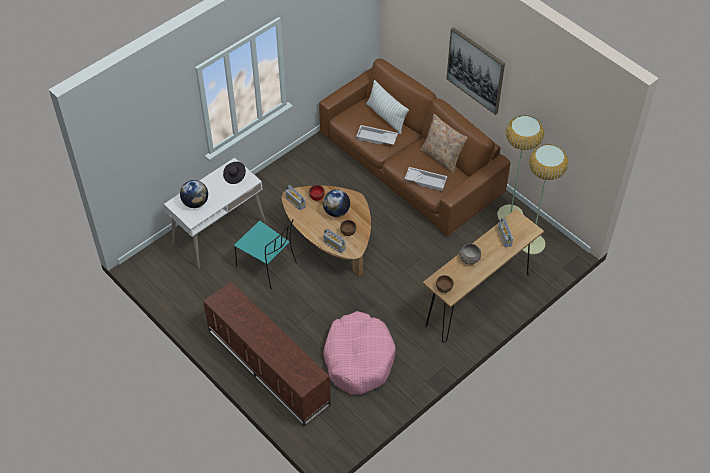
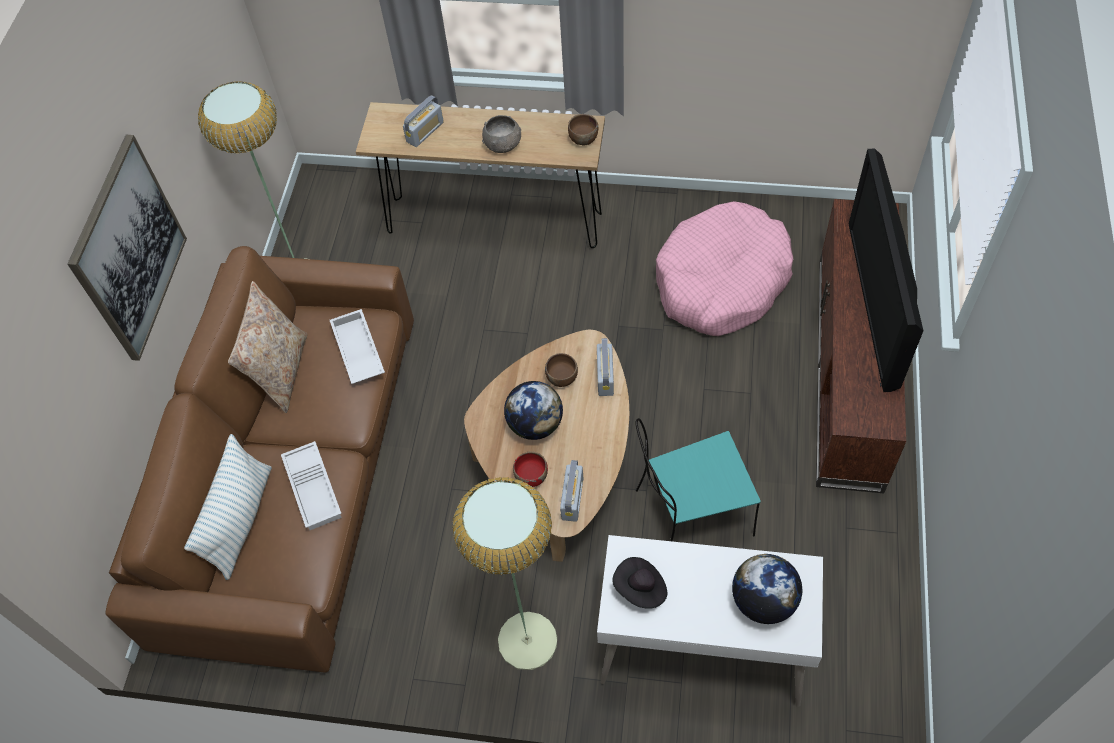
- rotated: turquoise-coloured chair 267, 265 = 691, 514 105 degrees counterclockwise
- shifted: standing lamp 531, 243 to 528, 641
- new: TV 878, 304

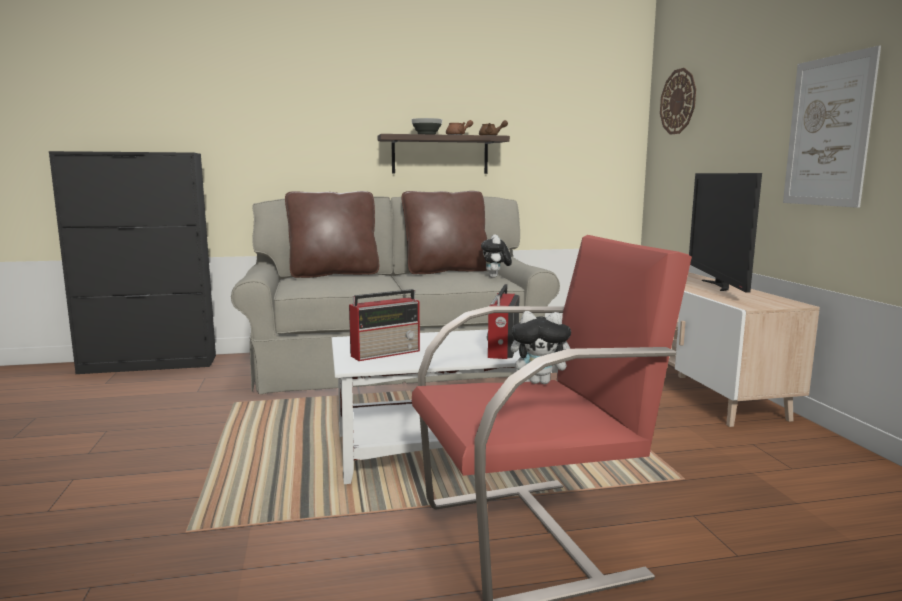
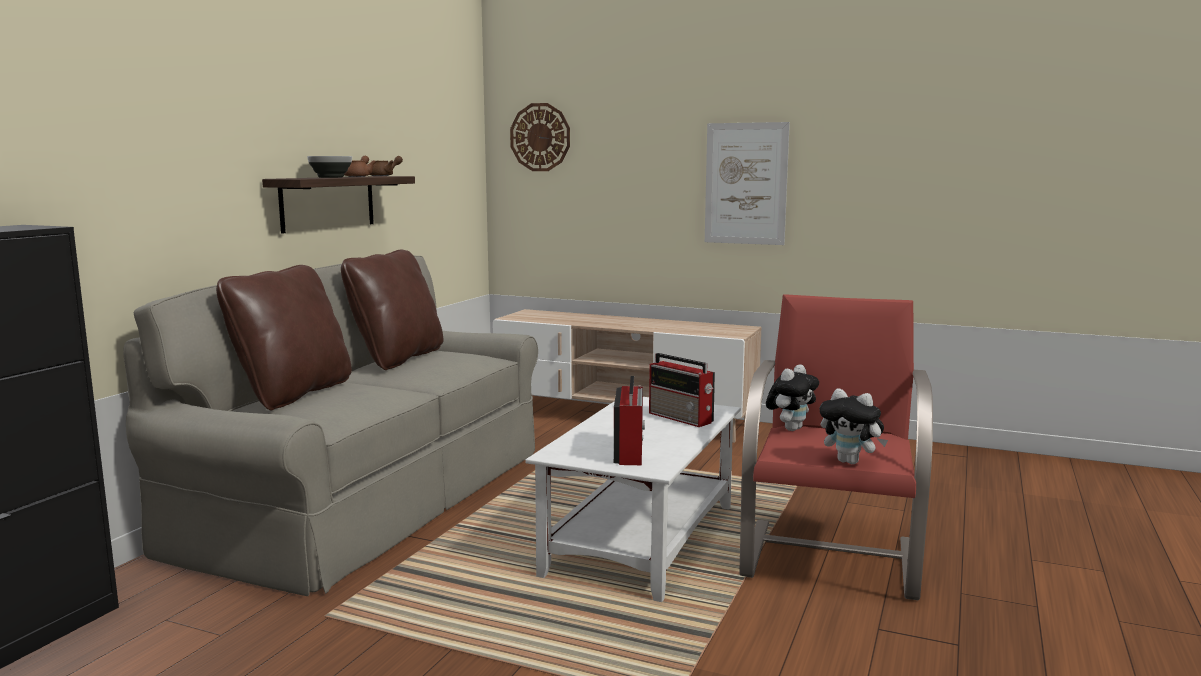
- shifted: plush toy 495, 277 to 851, 462
- gone: TV 717, 286

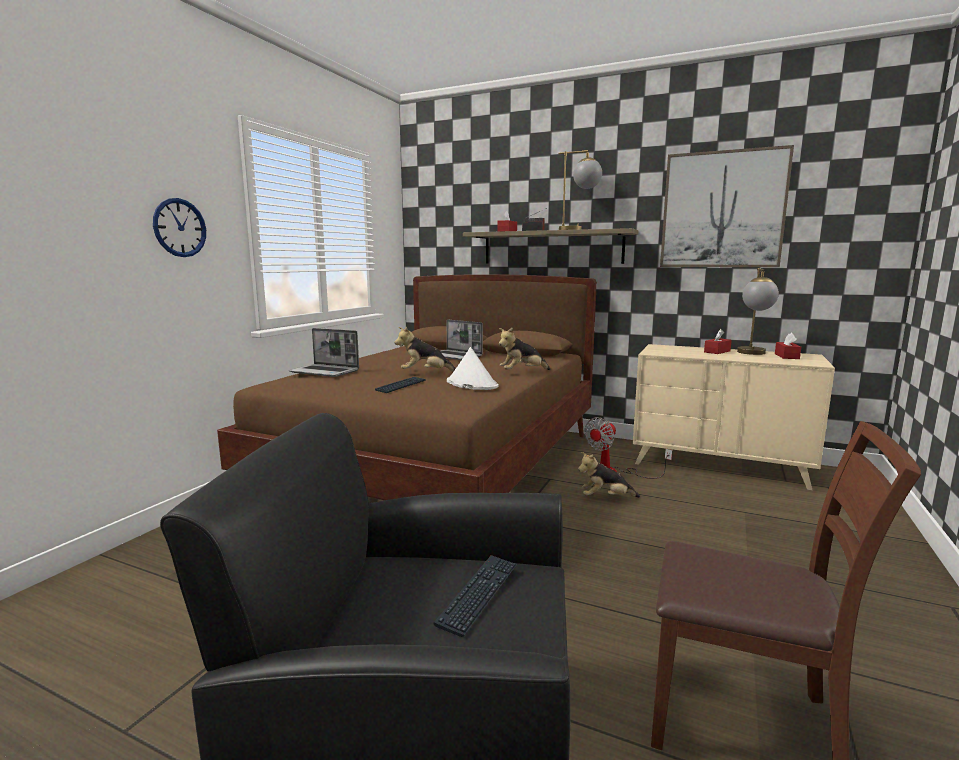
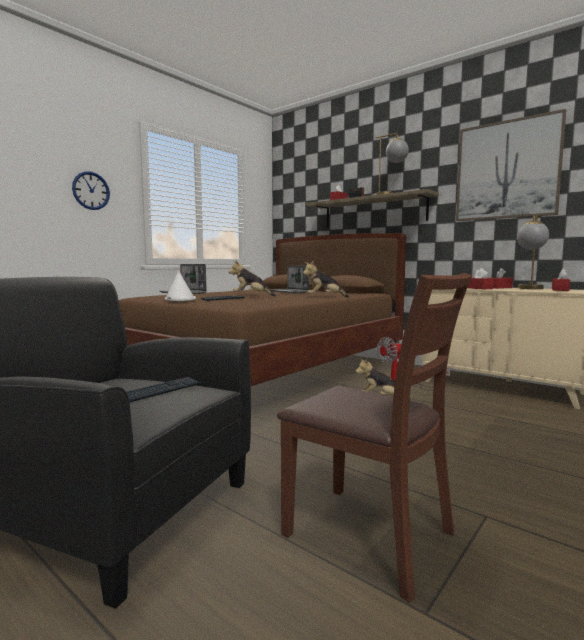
- shifted: white clothing hat 471, 384 to 179, 299
- new: red tissue box 478, 288

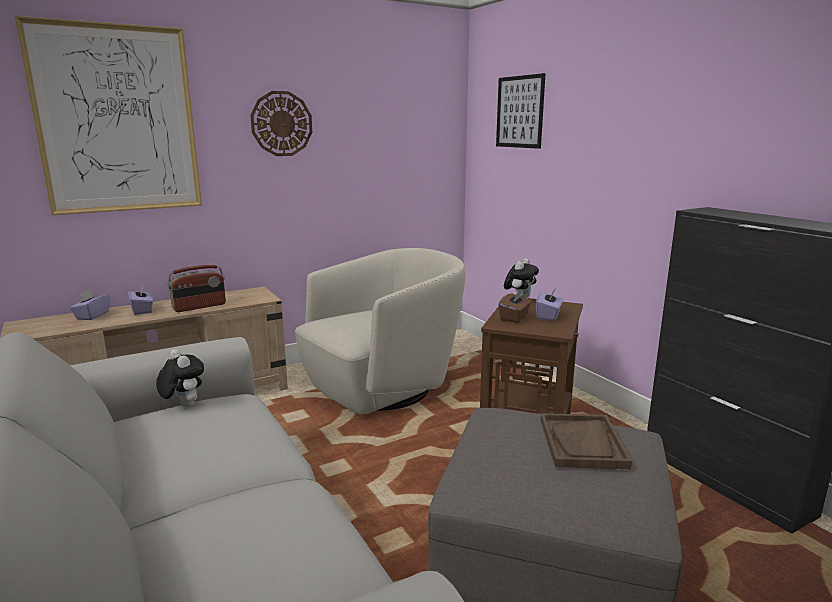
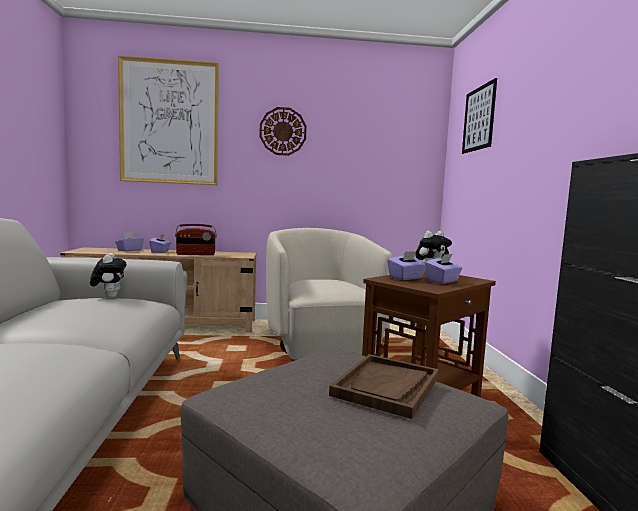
- rotated: beige easy chair 383, 388 = 322, 346 90 degrees counterclockwise
- repainted: brown tissue box 514, 318 to purple-coloured tissue box 406, 278

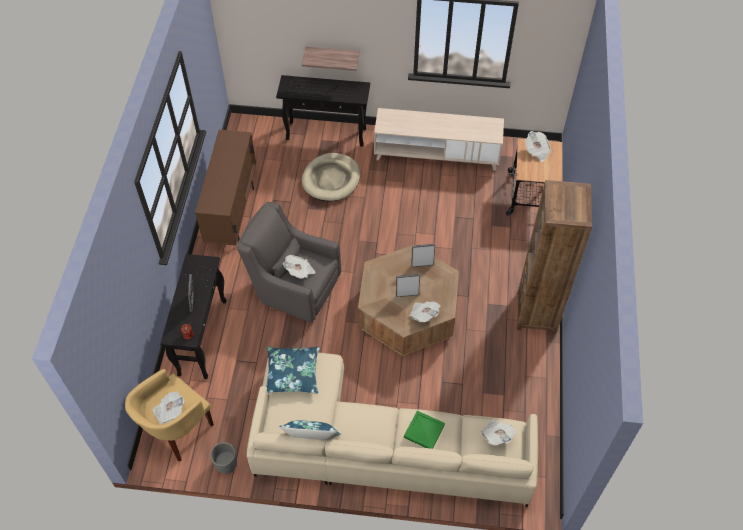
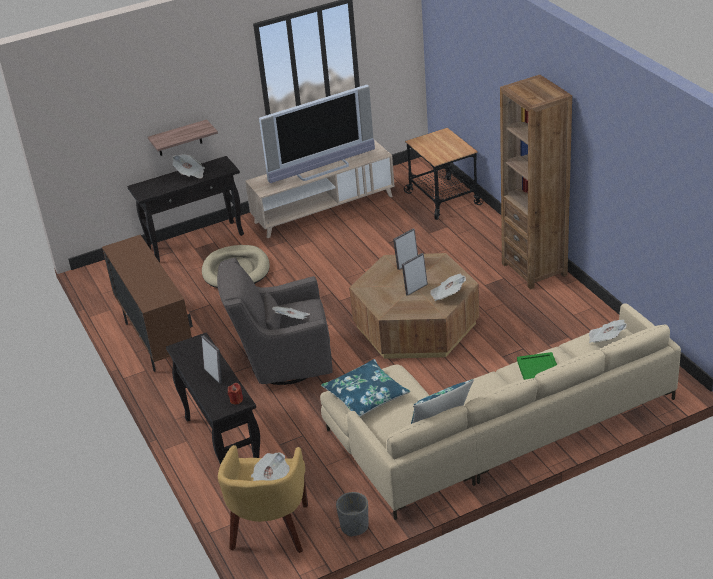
- shifted: printed paper 537, 151 to 190, 174
- new: TV 322, 169

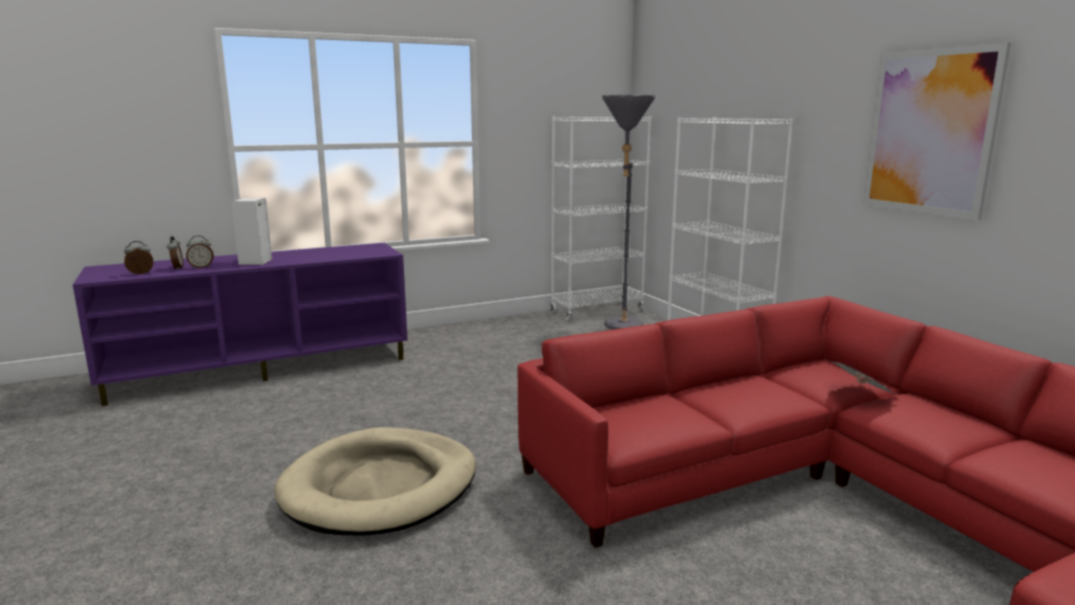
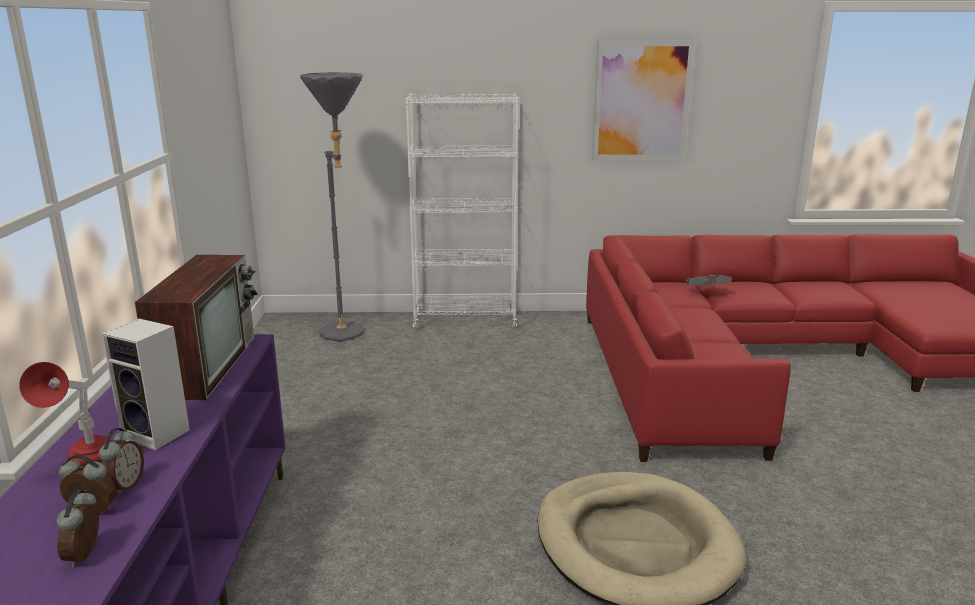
- gone: white bookcase 597, 311
- new: red tabletop lamp 84, 463
- new: TV 207, 365

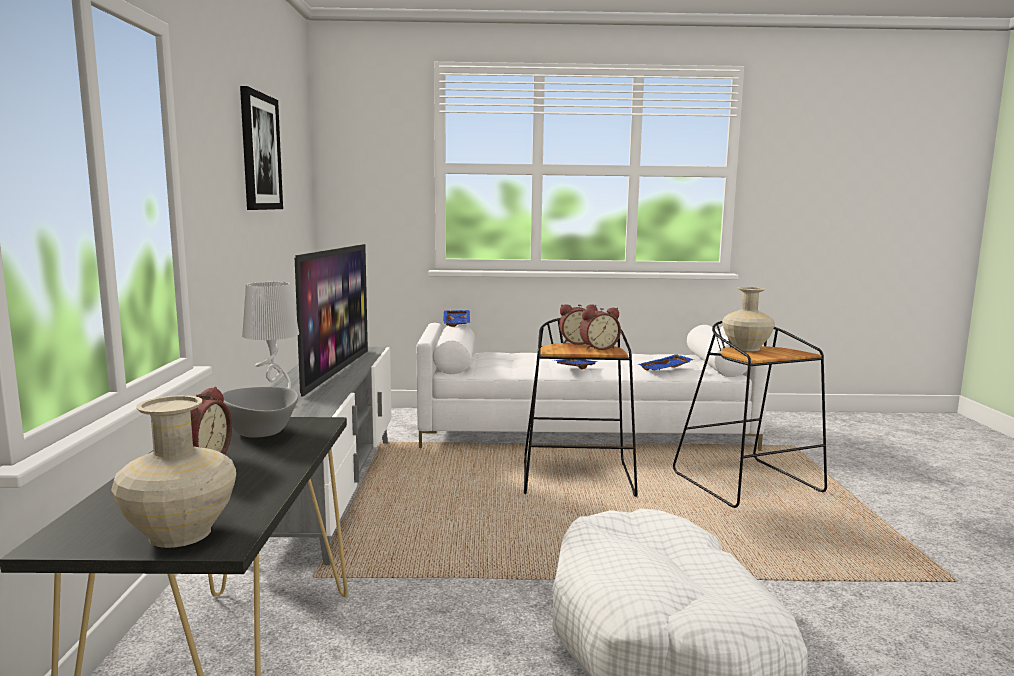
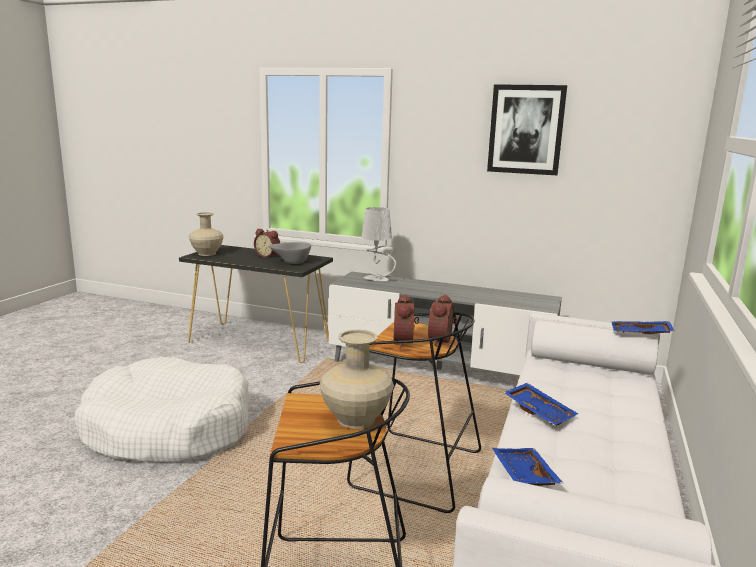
- gone: TV 335, 371

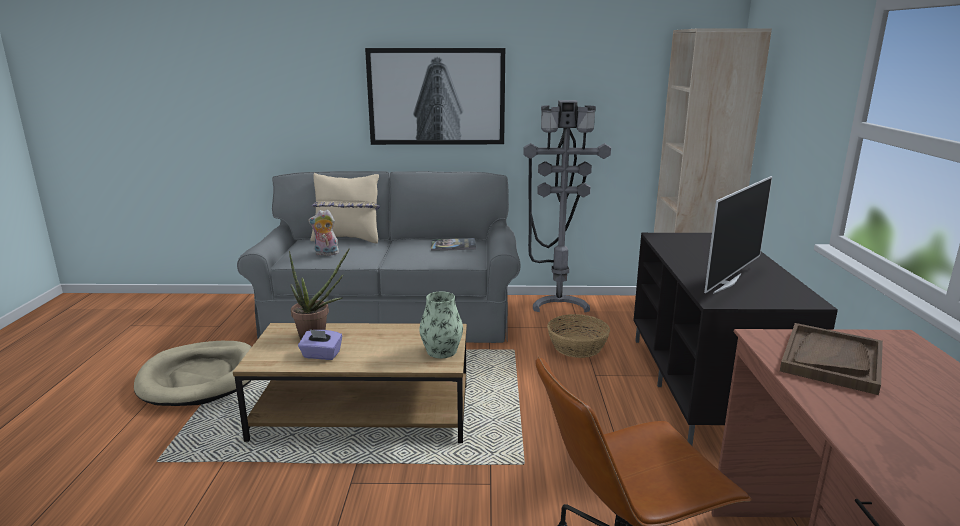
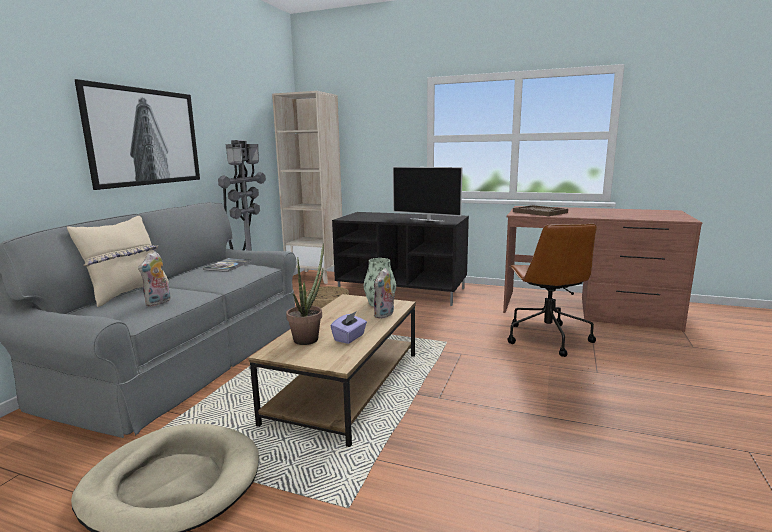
- rotated: TV 726, 283 = 427, 220 150 degrees clockwise
- new: plush toy 384, 315

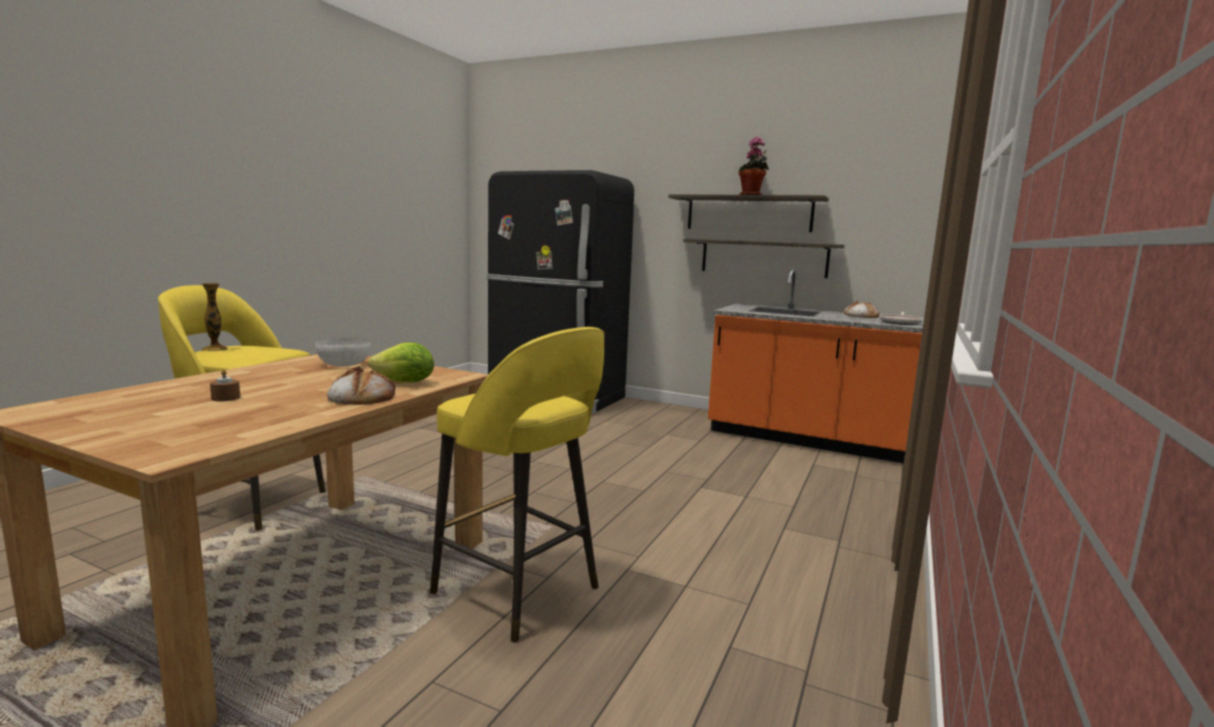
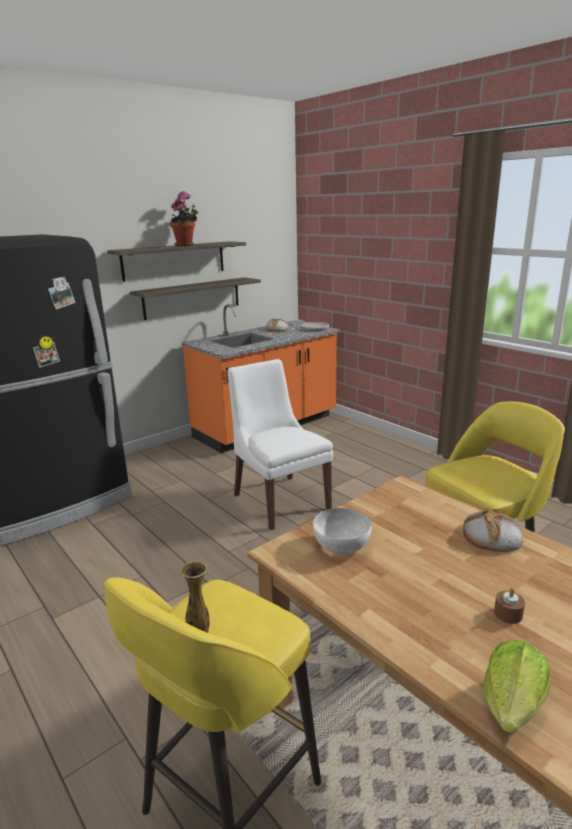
- shifted: lettuce 405, 383 to 512, 705
- new: white chair 279, 500

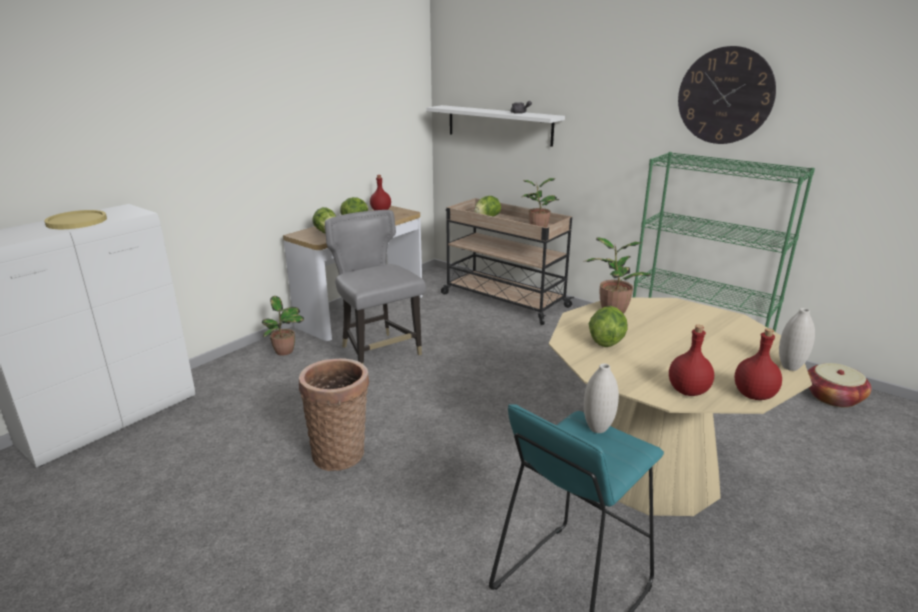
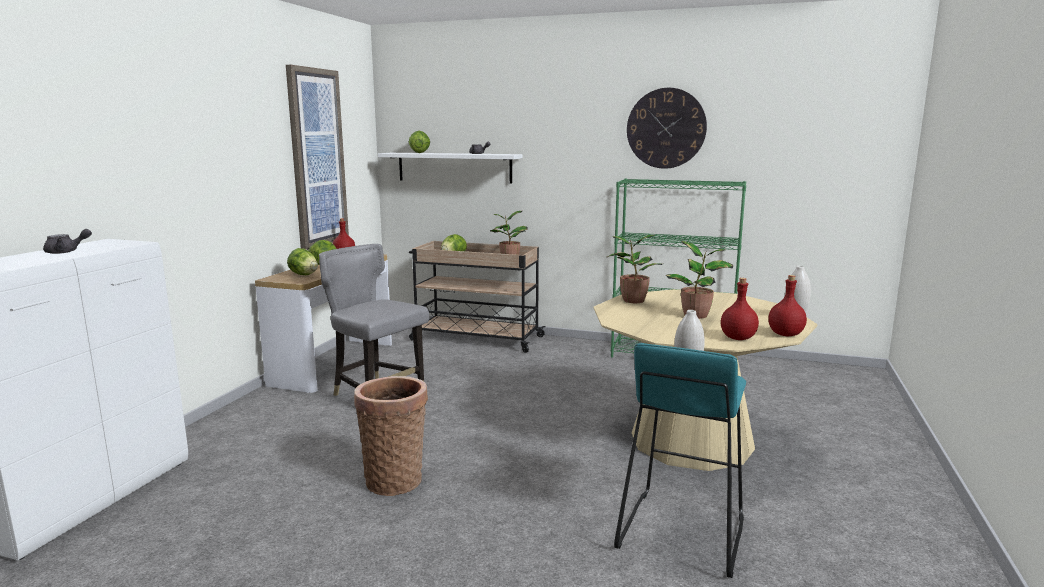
- swapped: yellow dinner plate 76, 221 to greyish tea pot 66, 252
- shifted: potted plant 285, 351 to 697, 315
- shifted: lettuce 606, 341 to 419, 153
- gone: storage basket 833, 397
- new: wall art 317, 158

